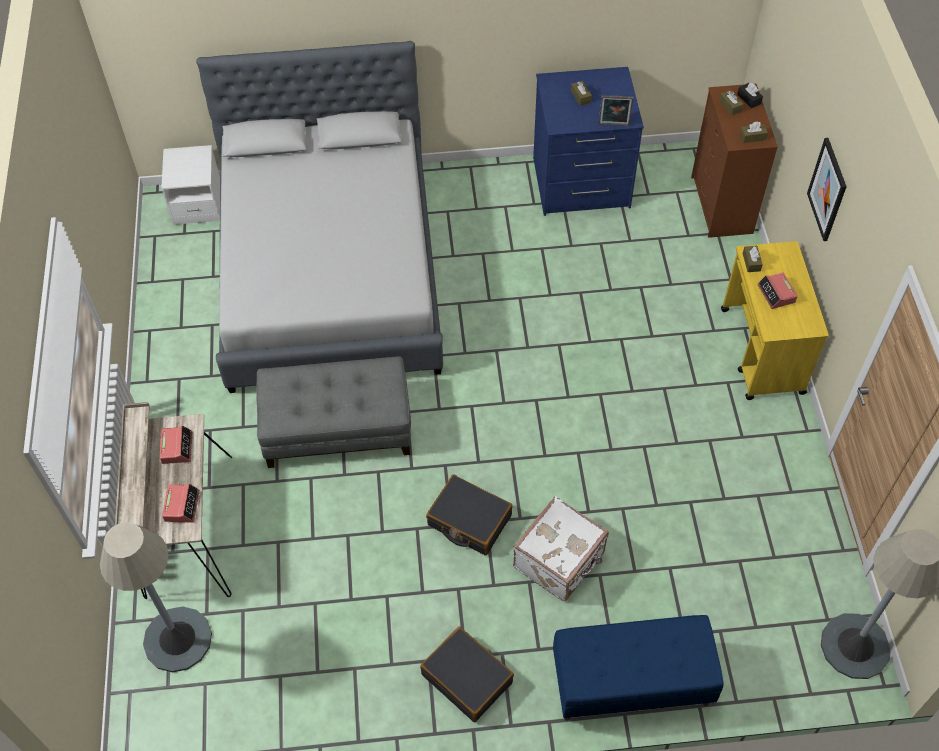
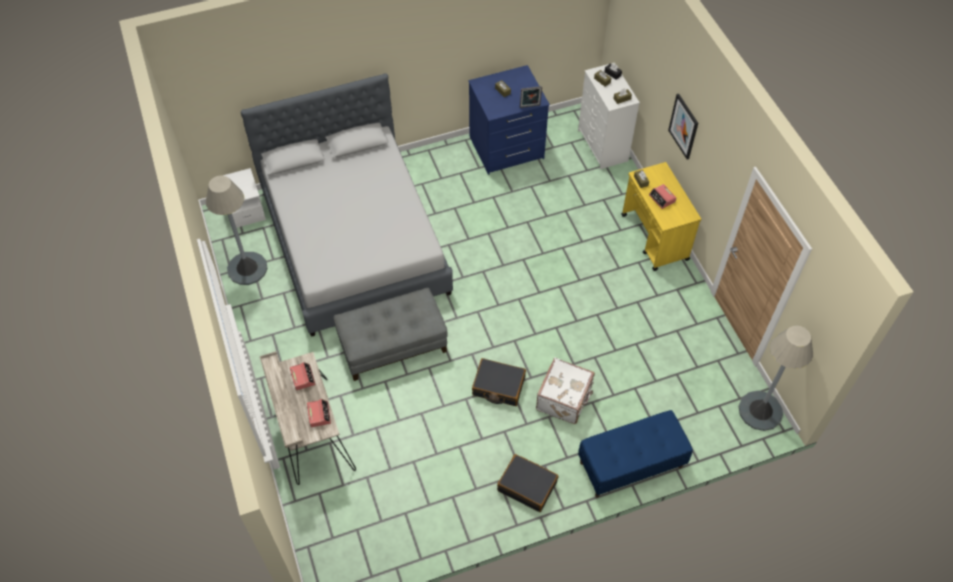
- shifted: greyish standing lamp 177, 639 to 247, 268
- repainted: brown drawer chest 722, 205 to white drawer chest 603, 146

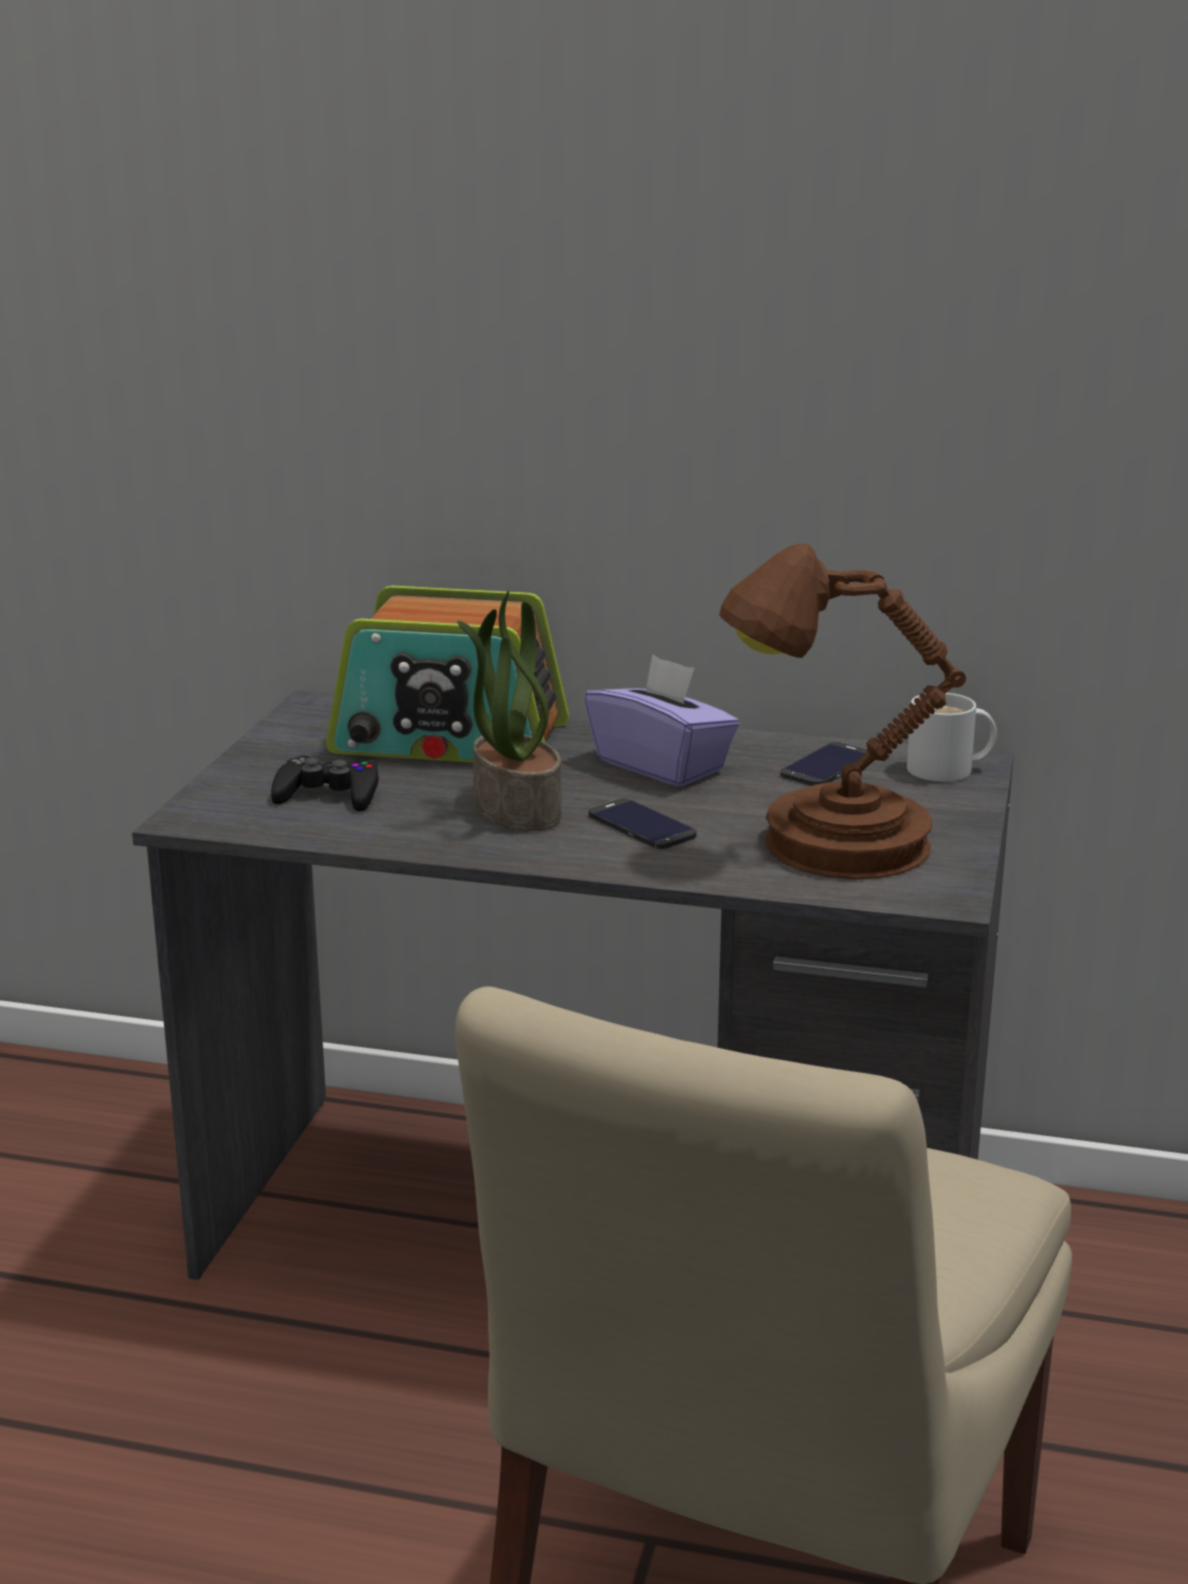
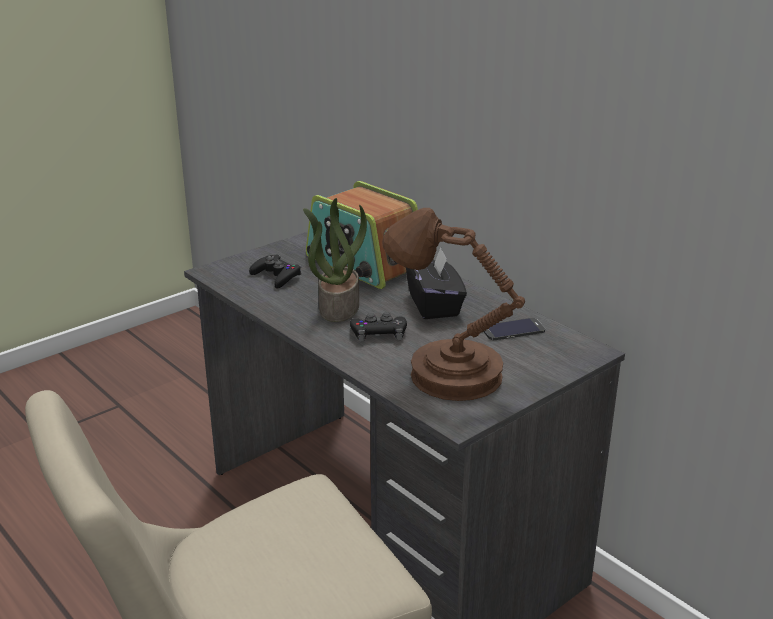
- repainted: purple-coloured tissue box 661, 765 to black tissue box 434, 305
- swapped: telephone 641, 825 to black joypad 378, 333
- gone: white coffee mug 946, 771

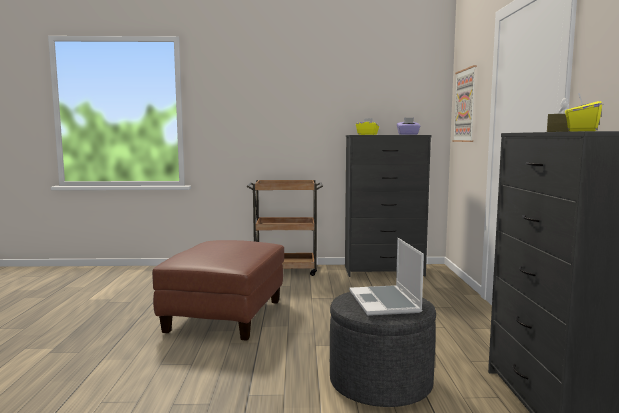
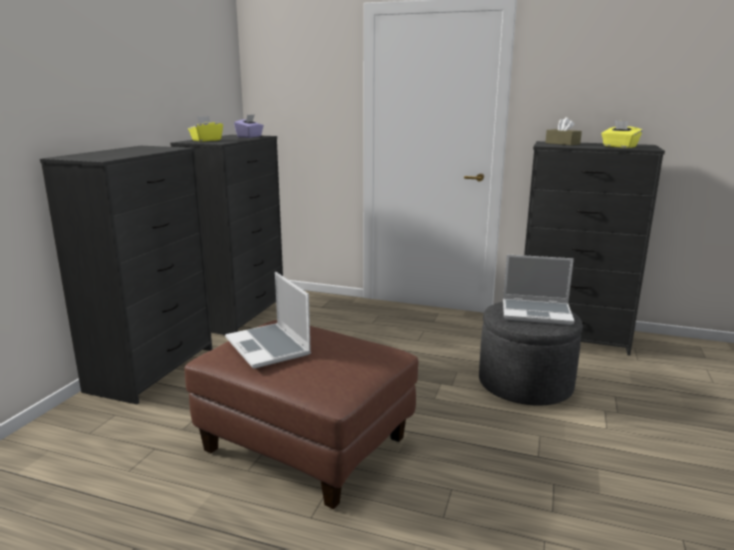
- swapped: brown trolley 286, 270 to black drawer chest 153, 369
- gone: wall art 465, 105
- new: laptop 269, 347

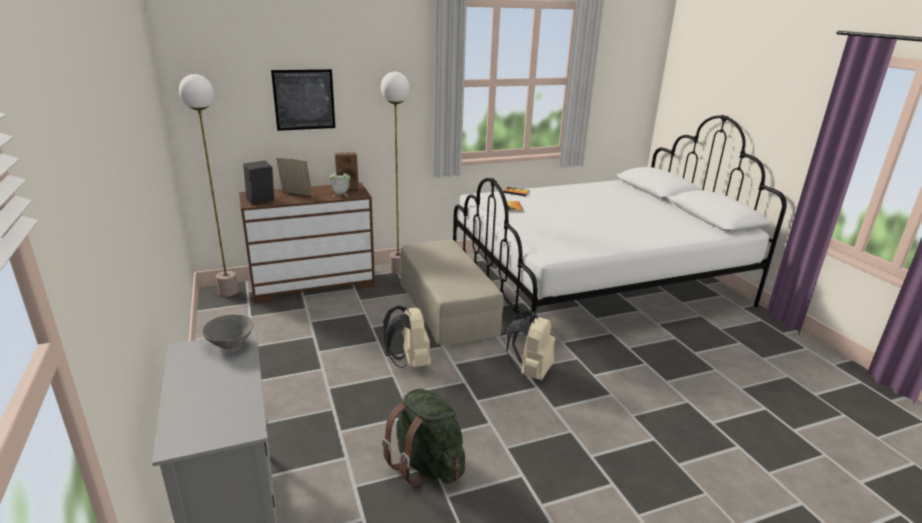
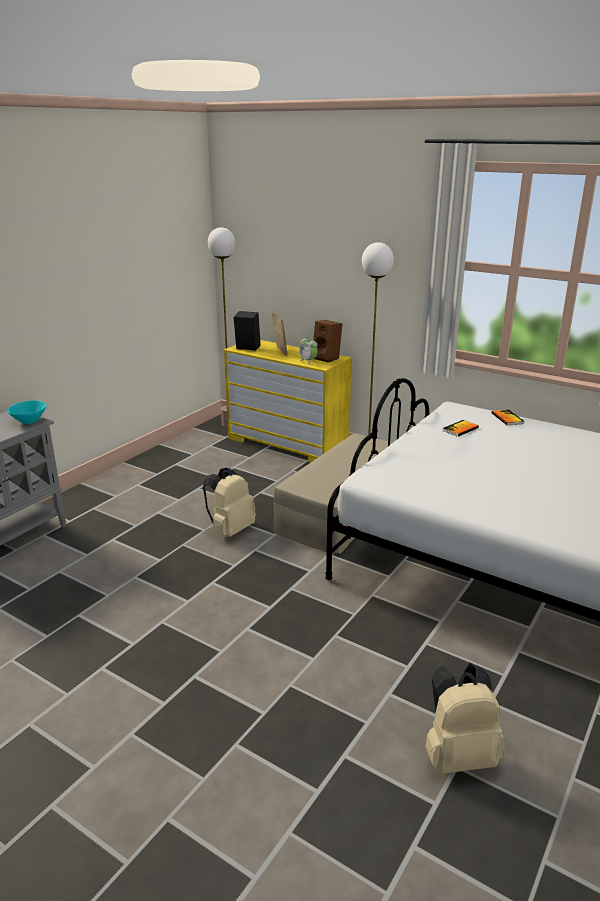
- repainted: greyish deep dish 231, 344 to turquoise-coloured deep dish 29, 421
- repainted: brown drawer chest 313, 284 to yellow drawer chest 288, 443
- gone: wall art 304, 99
- gone: green-coloured rucksack 426, 464
- shifted: beige rucksack 530, 371 to 458, 755

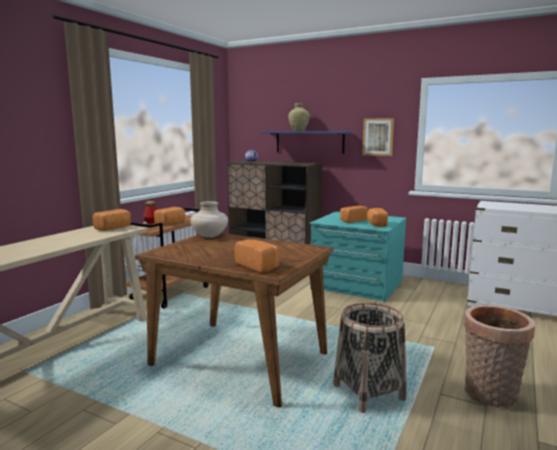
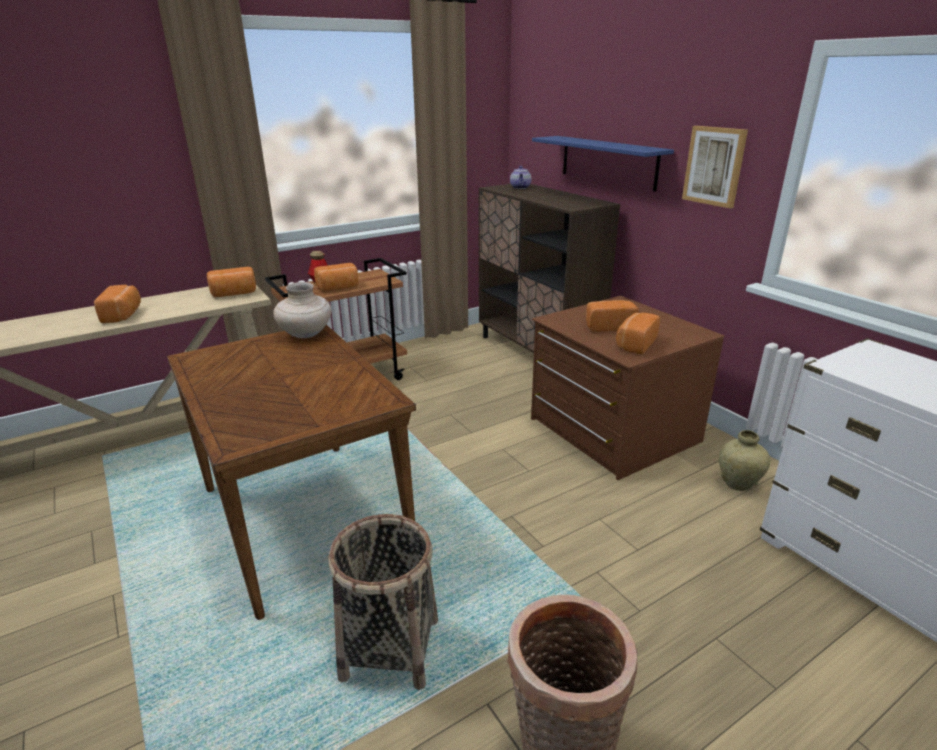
- shifted: bread 258, 266 to 123, 315
- shifted: beige flower vase 298, 131 to 738, 483
- repainted: turquoise-coloured drawer chest 356, 285 to brown drawer chest 611, 430

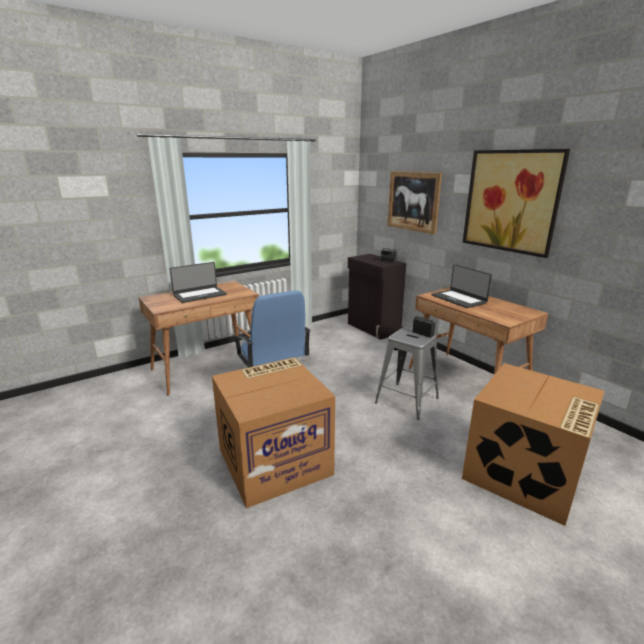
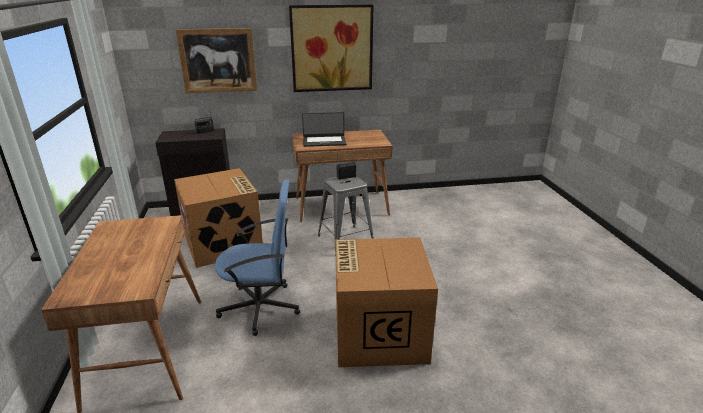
- gone: laptop 199, 295
- shifted: packing box 524, 474 to 224, 243

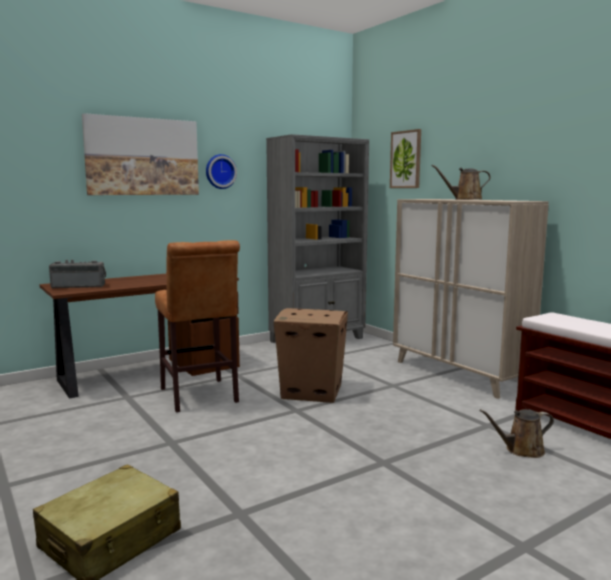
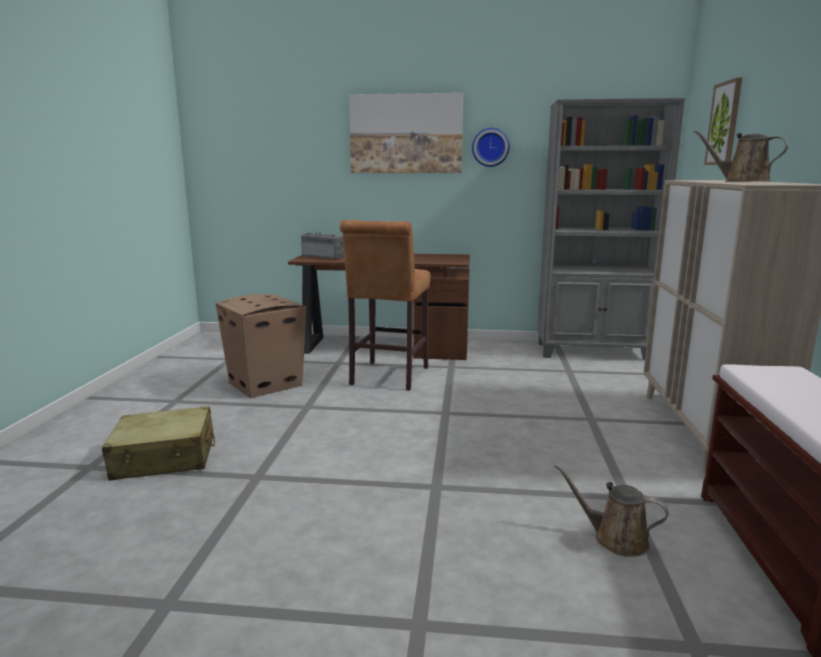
- shifted: packing box 312, 391 to 265, 384

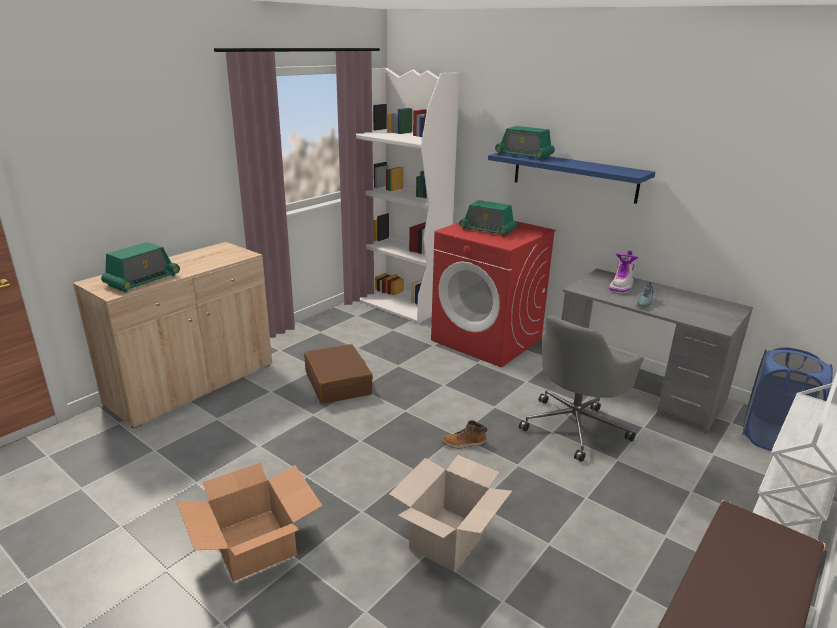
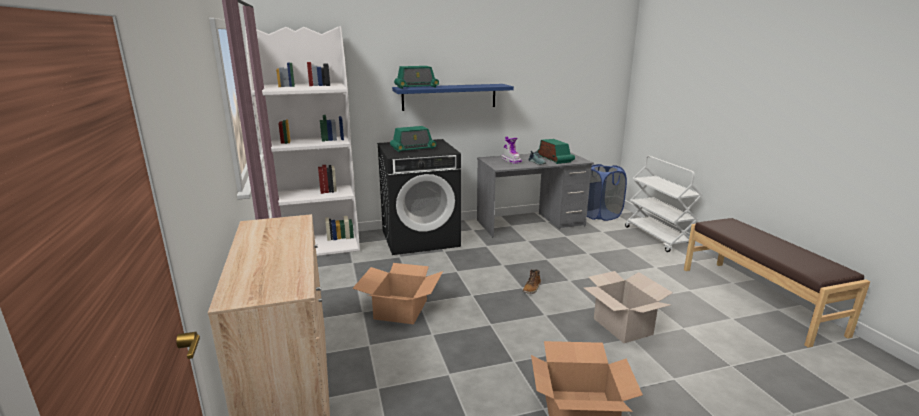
- shifted: radio 142, 280 to 555, 159
- swapped: brown piece of luggage 338, 383 to packing box 400, 309
- repainted: red laundry appliance 487, 340 to black laundry appliance 420, 238
- gone: greyish desk chair 575, 426

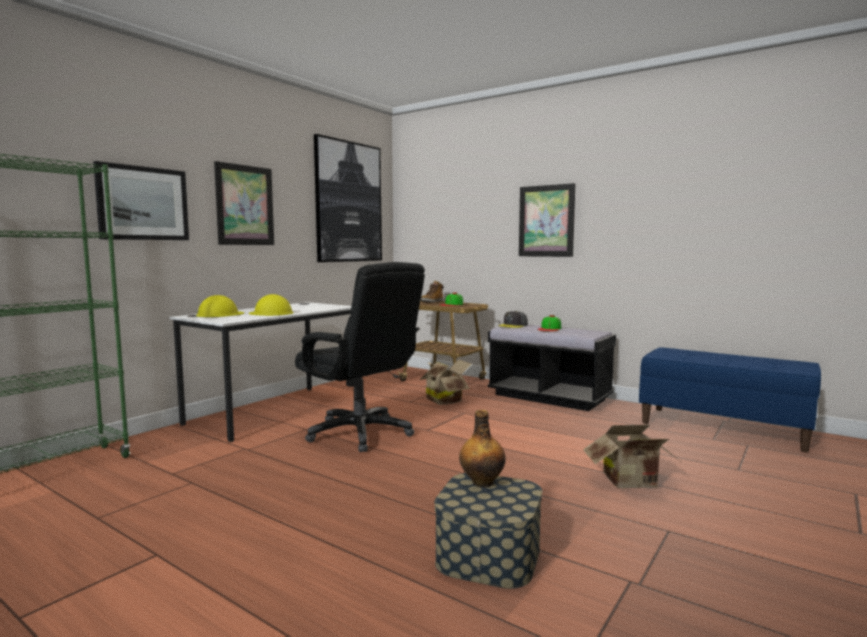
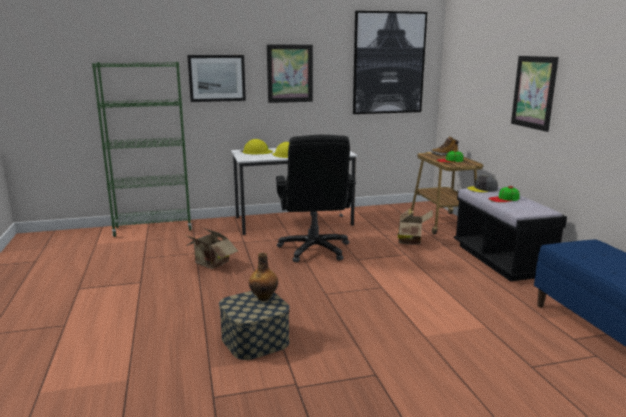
- shifted: packing box 632, 483 to 211, 264

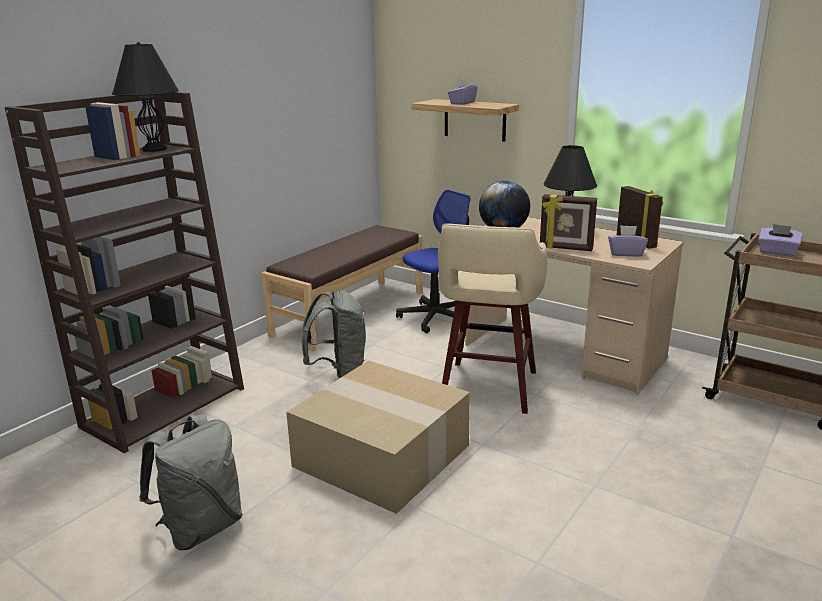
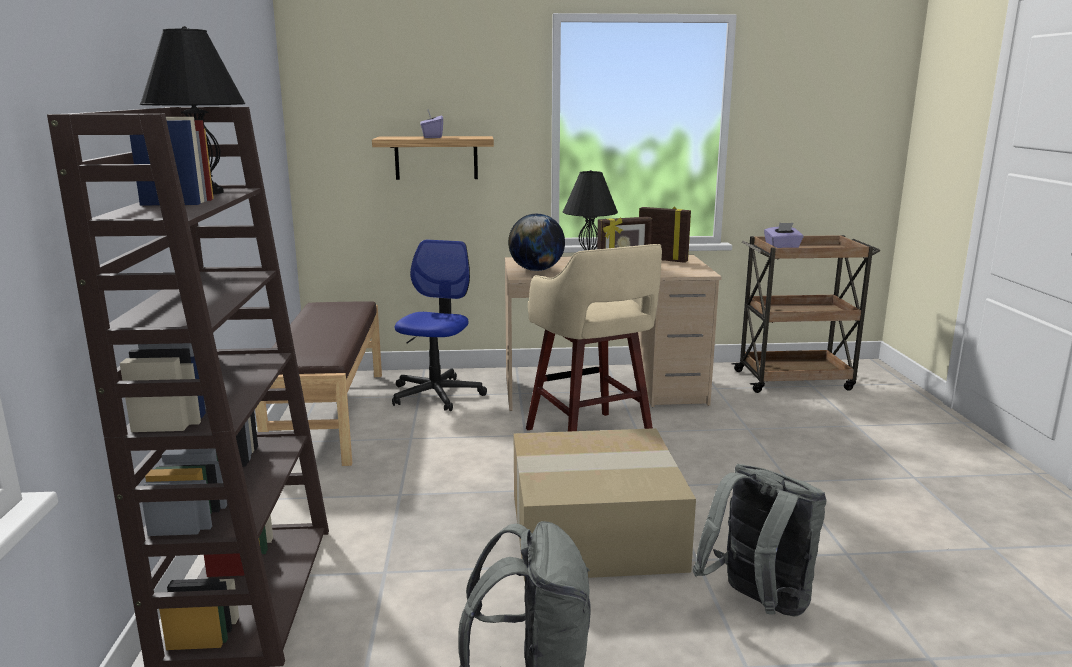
- shifted: greyish rucksack 339, 371 to 757, 604
- gone: purple-coloured tissue box 626, 253

